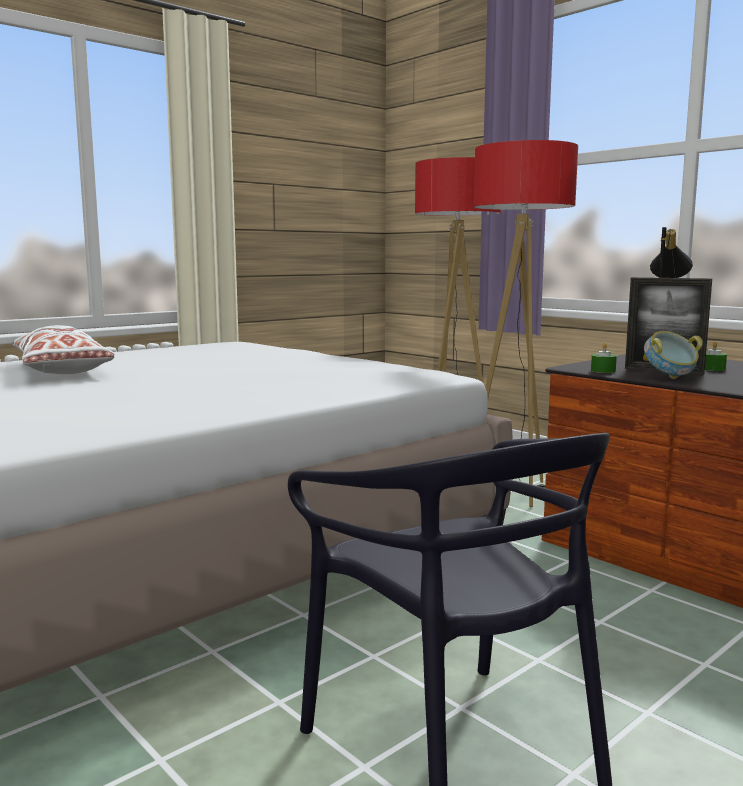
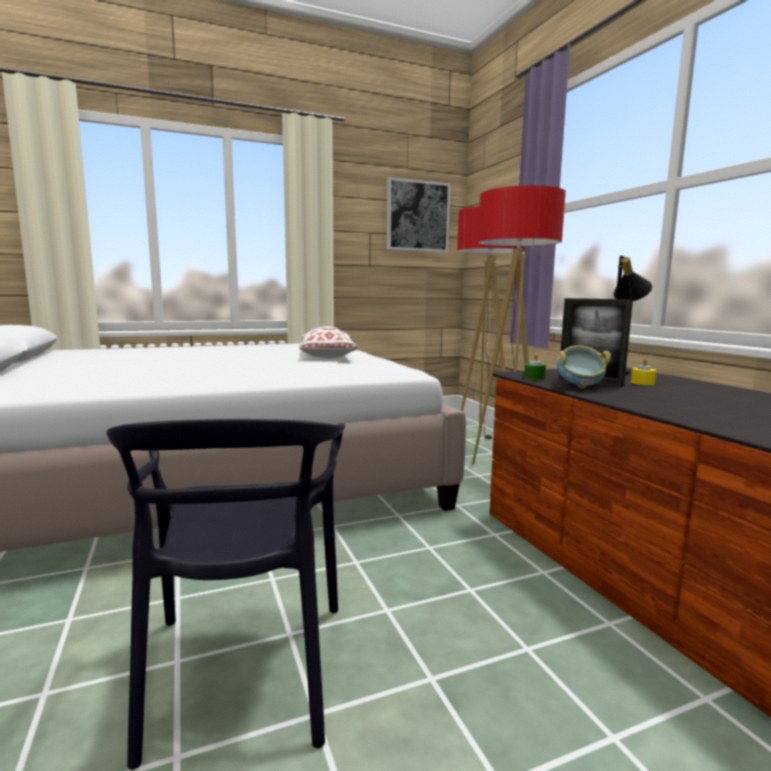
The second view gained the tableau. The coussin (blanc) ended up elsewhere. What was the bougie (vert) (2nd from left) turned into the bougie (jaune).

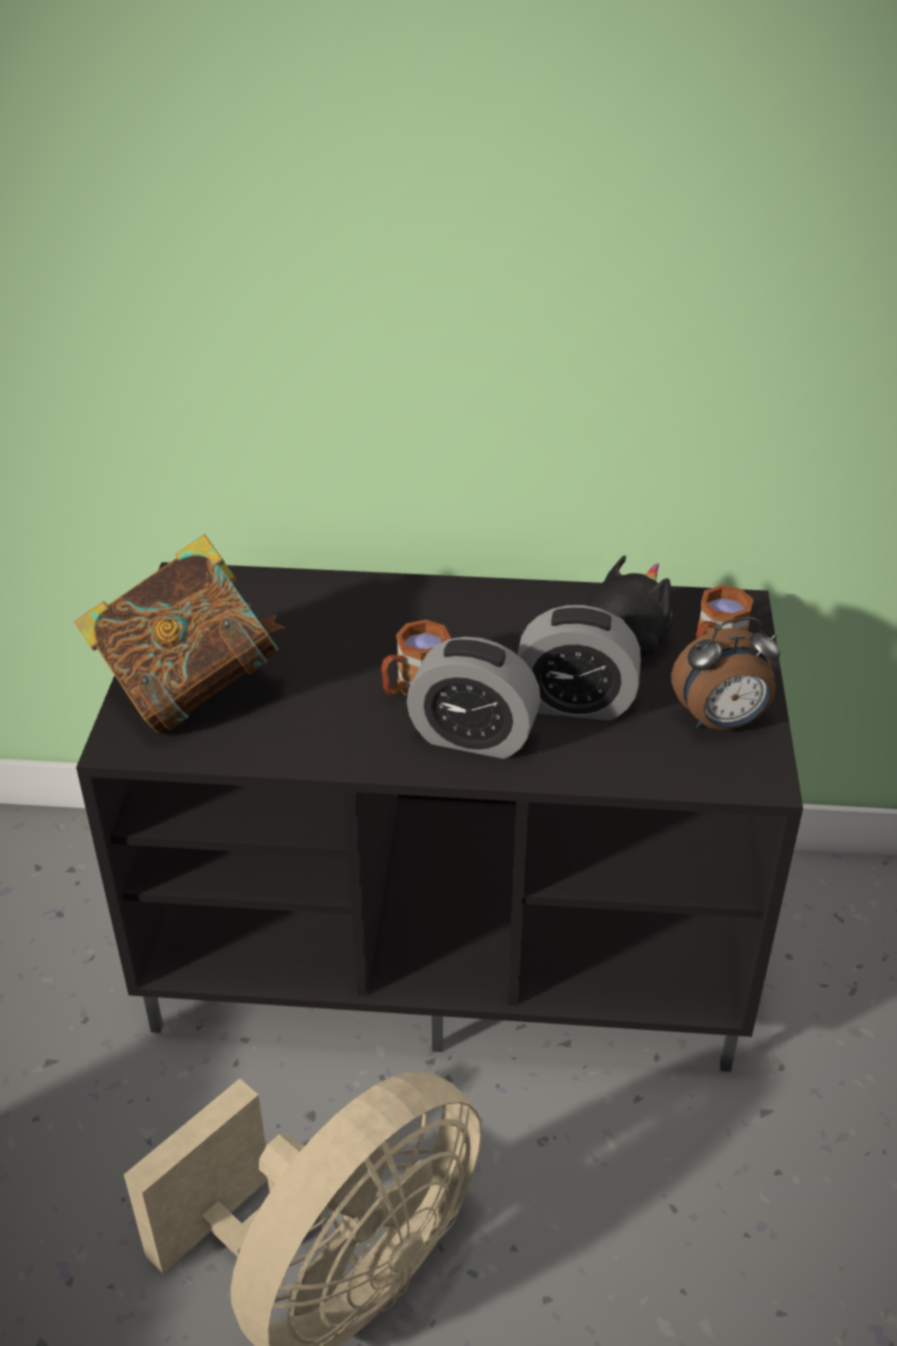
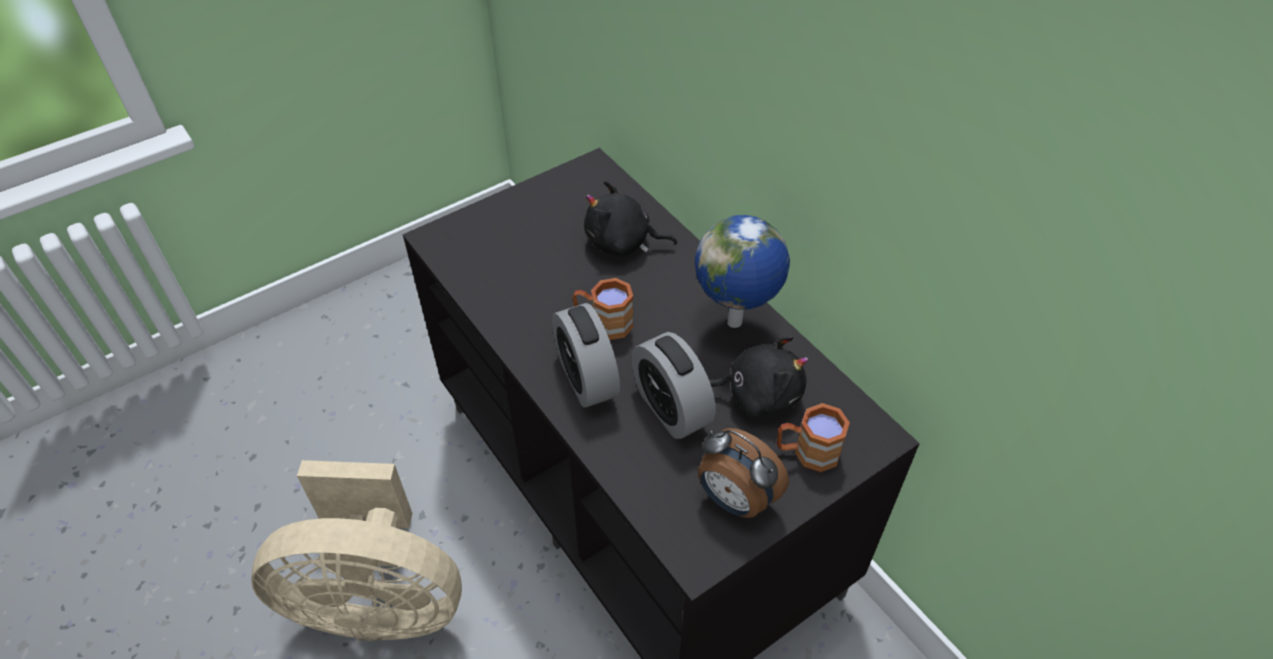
The second view lost the livre. The second view gained the peluche (noir) (1st from left). The second view gained the globe.

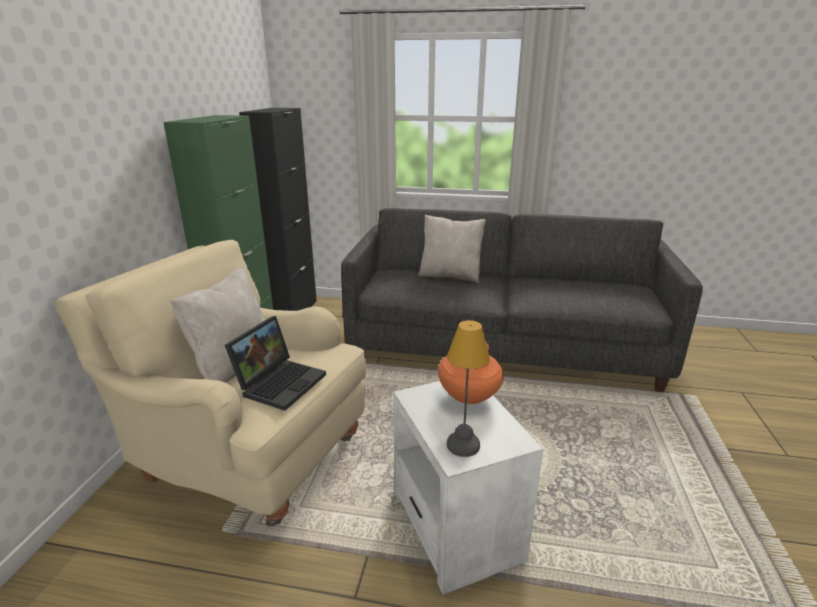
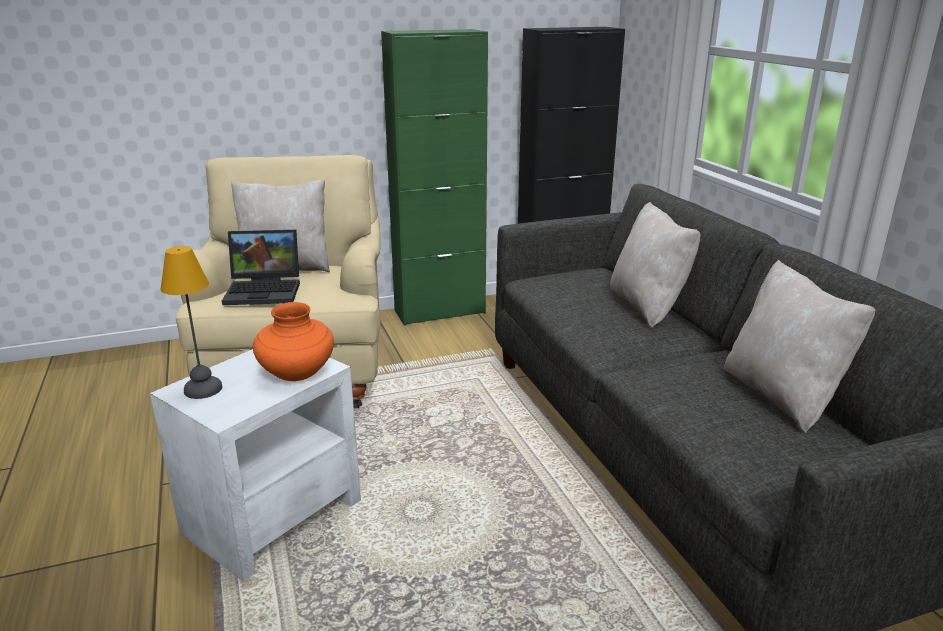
The second view gained the coussin (beige) (3rd from left).

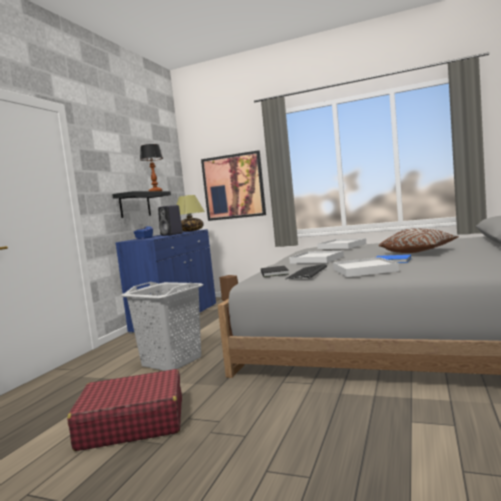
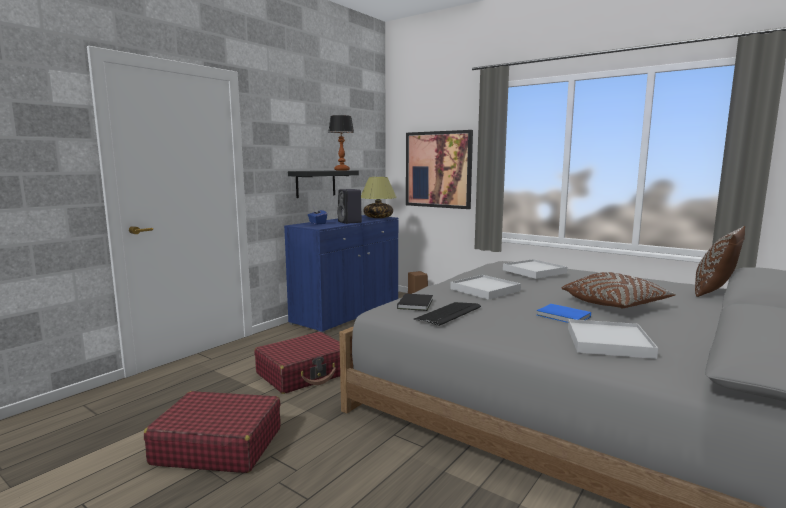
The second view gained the coussin (marron) (2nd from left). The plateau (blanc) (3rd from left) ended up elsewhere. Where the panier à linge (gris) stood, the valise (rouge) (2nd from left) came to stand.

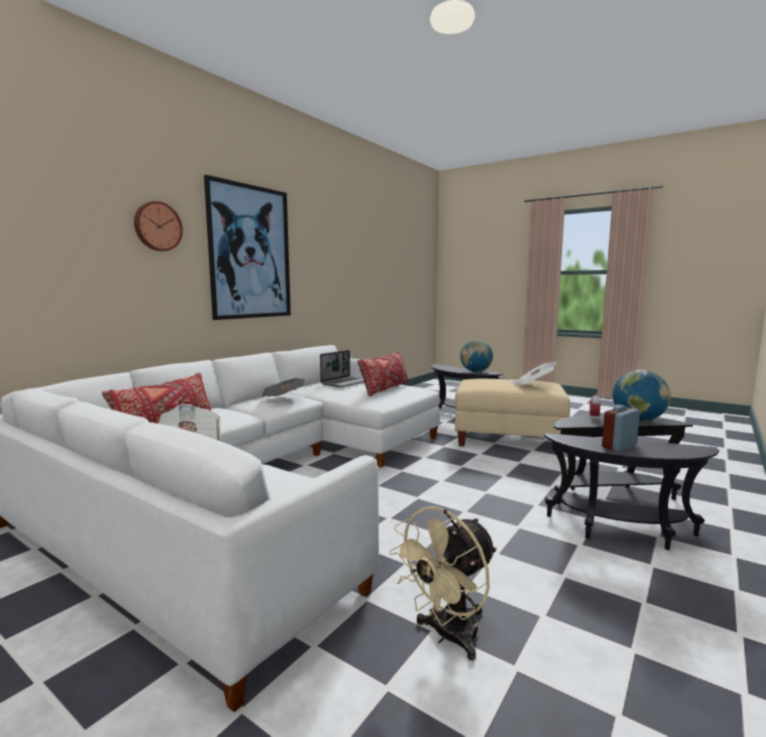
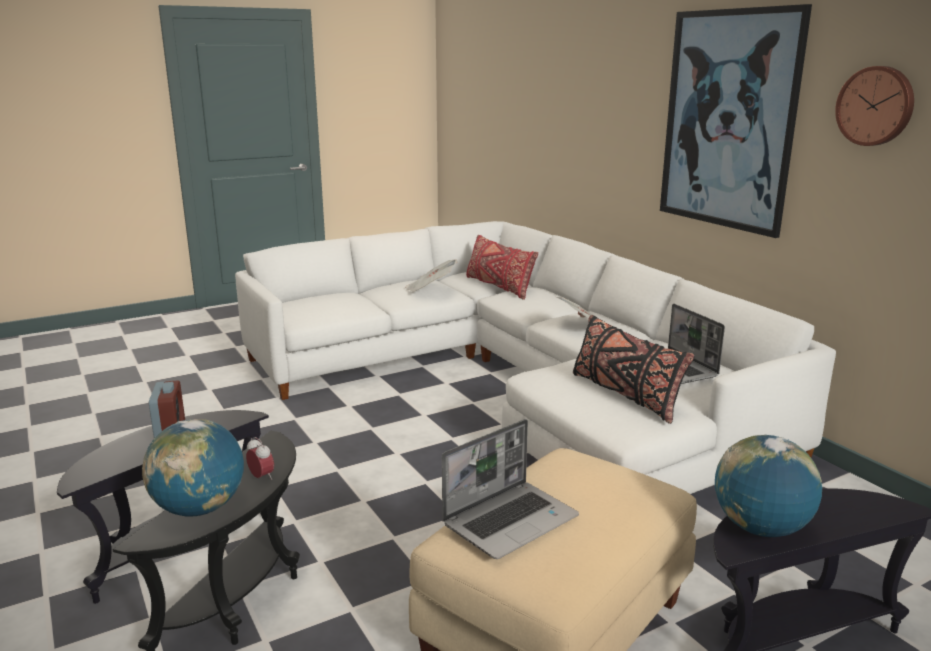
The second view lost the ventilateur (beige). The horloge murale ended up elsewhere. Where the journal (3rd from left) stood, the ordinateur portable (1st from left) came to stand. What was the coussin (rouge) (2nd from left) turned into the coussin (noir).

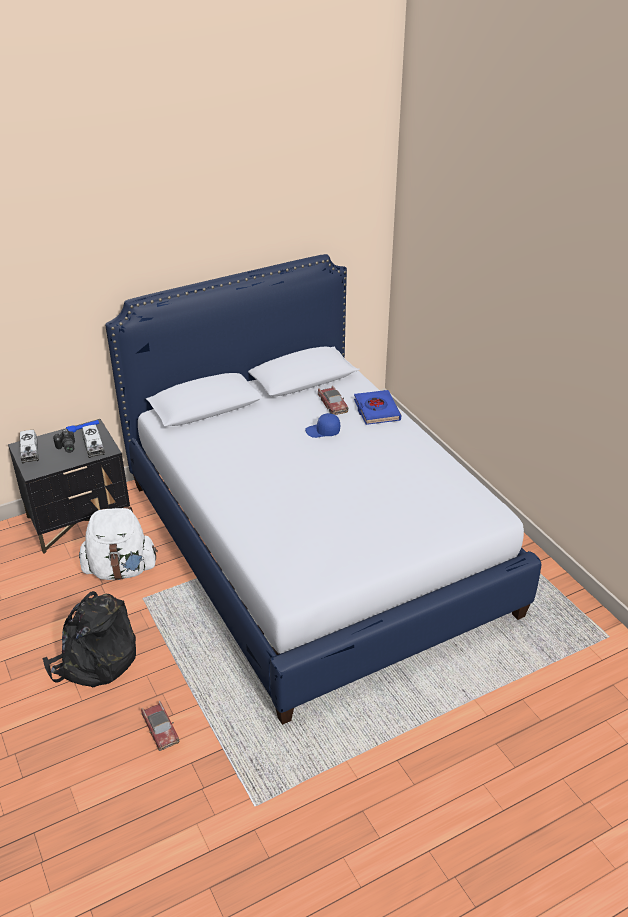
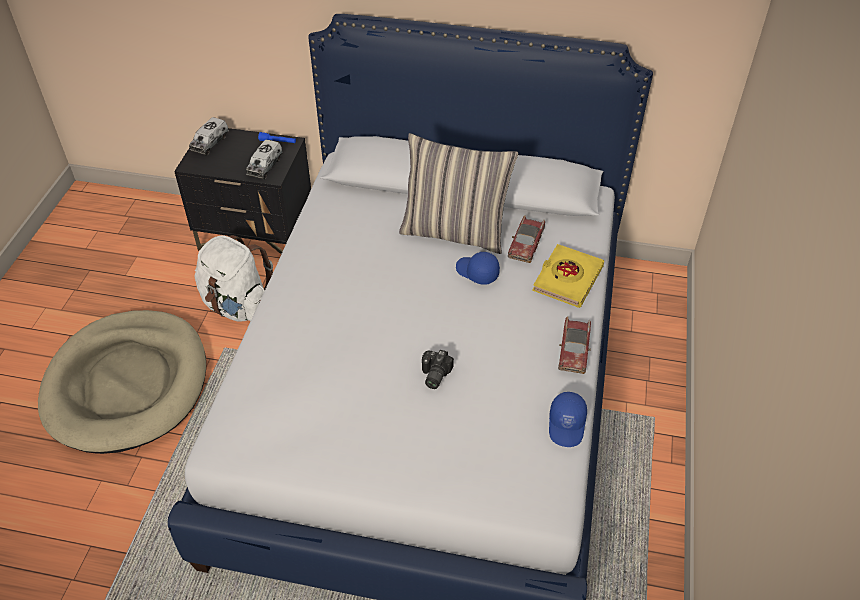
The second view gained the coussin. The second view gained the casquette (bleu) (2nd from left). The appareil photo ended up elsewhere. The petite voiture (1st from left in the first image) ended up elsewhere. Where the sac à dos (noir) stood, the panier pour chien (beige) came to stand. What was the livre (bleu) turned into the livre (jaune).

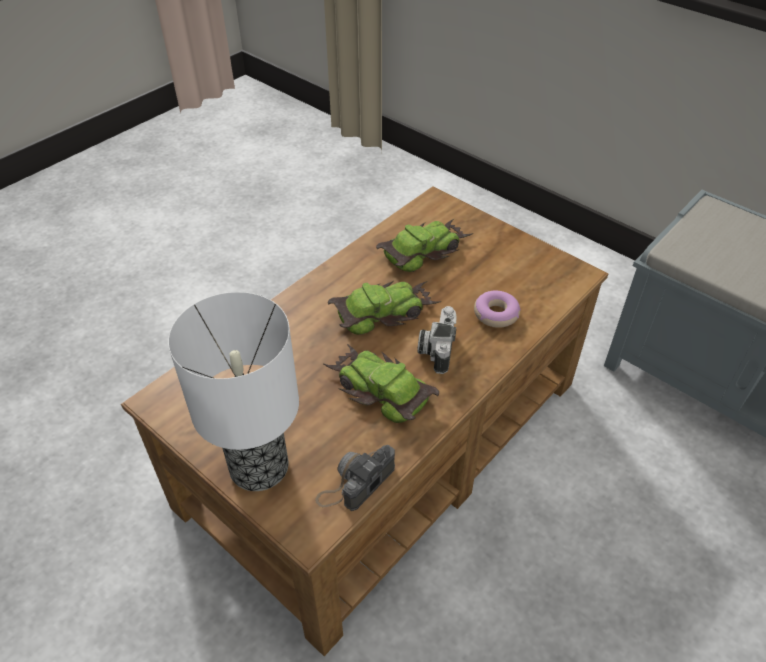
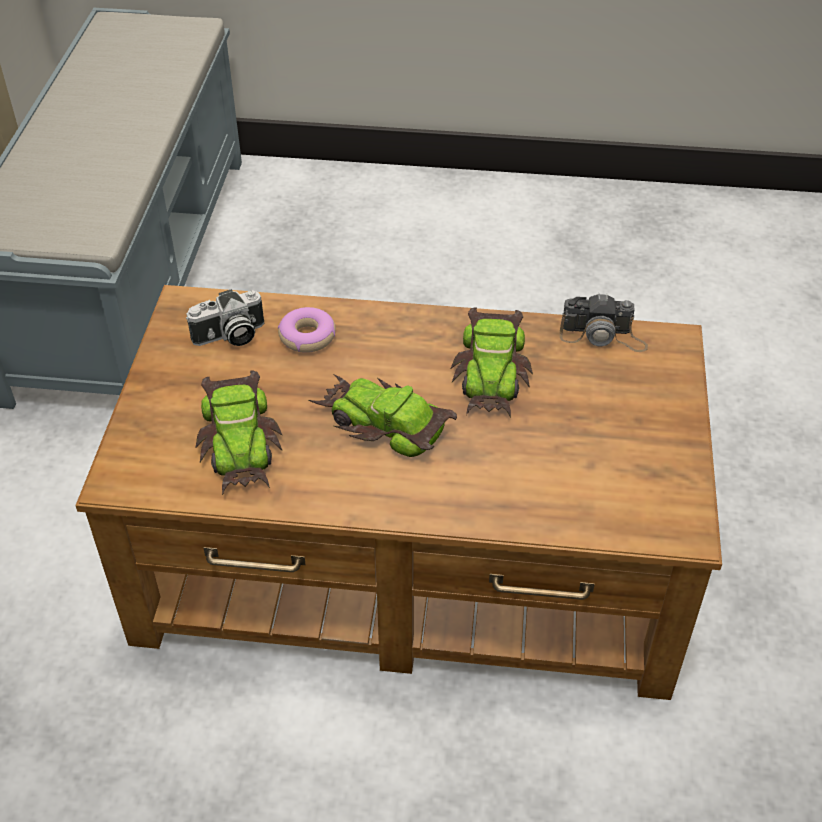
The second view lost the lampe de table. The appareil photo (2nd from left in the first image) ended up elsewhere. The petite voiture (3rd from left in the first image) ended up facing another way, 120 degrees counterclockwise from before.

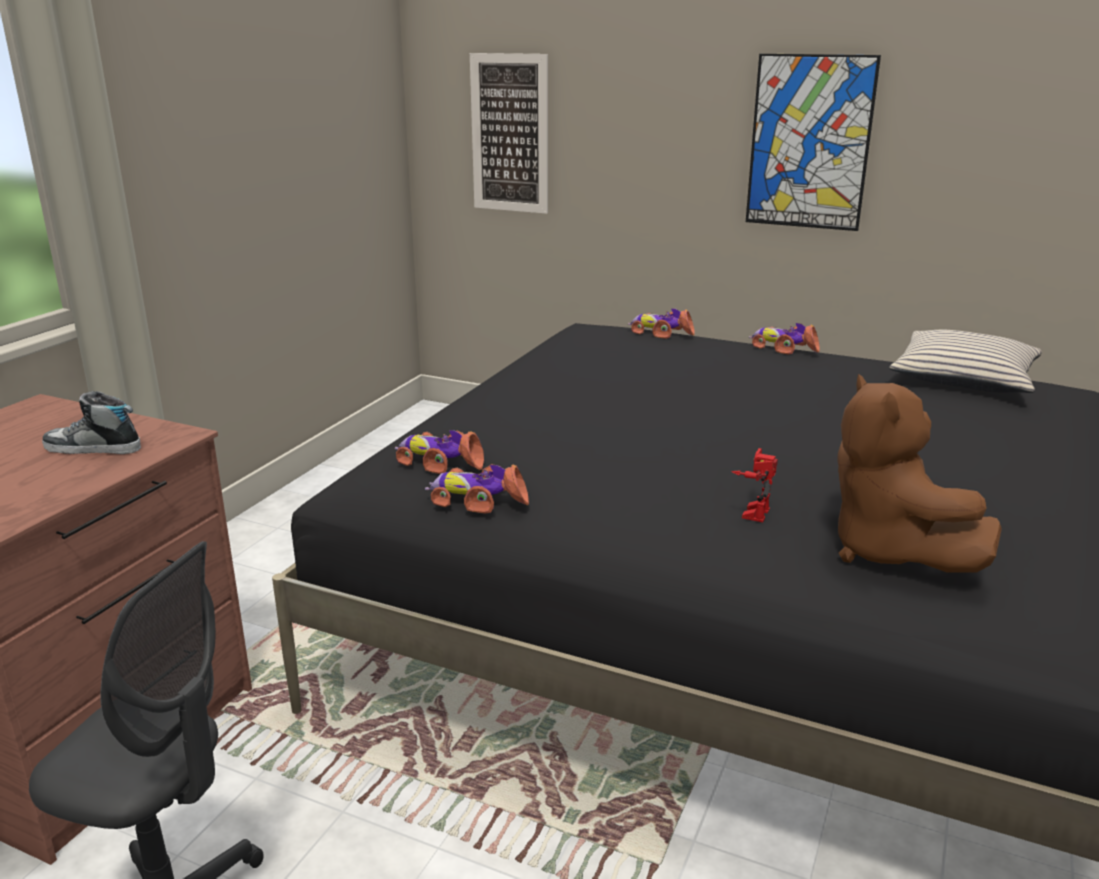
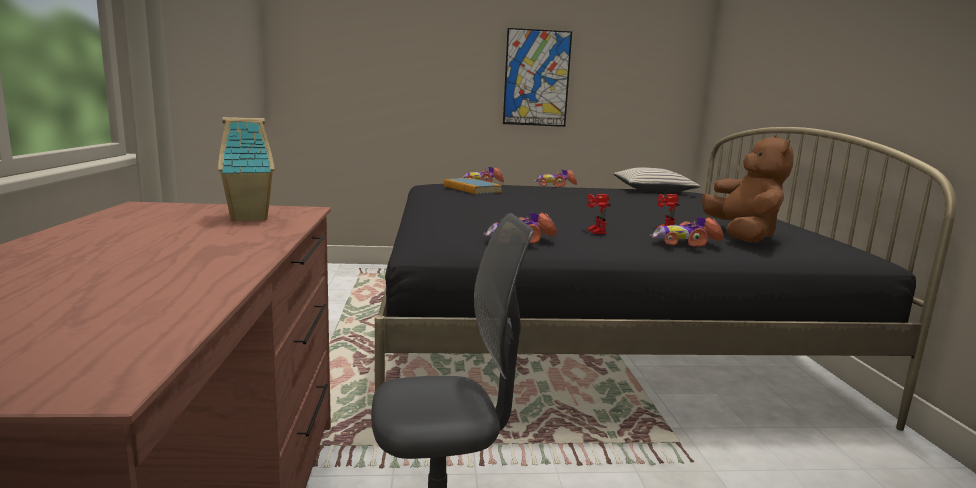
The second view lost the tableau (1st from left). The second view gained the livre. The second view gained the robot jouet (1st from left). The petite voiture (1st from left in the first image) ended up elsewhere. Where the chaussure stood, the maison miniature came to stand. The peluche (marron) ended up facing another way, 135 degrees counterclockwise from before.

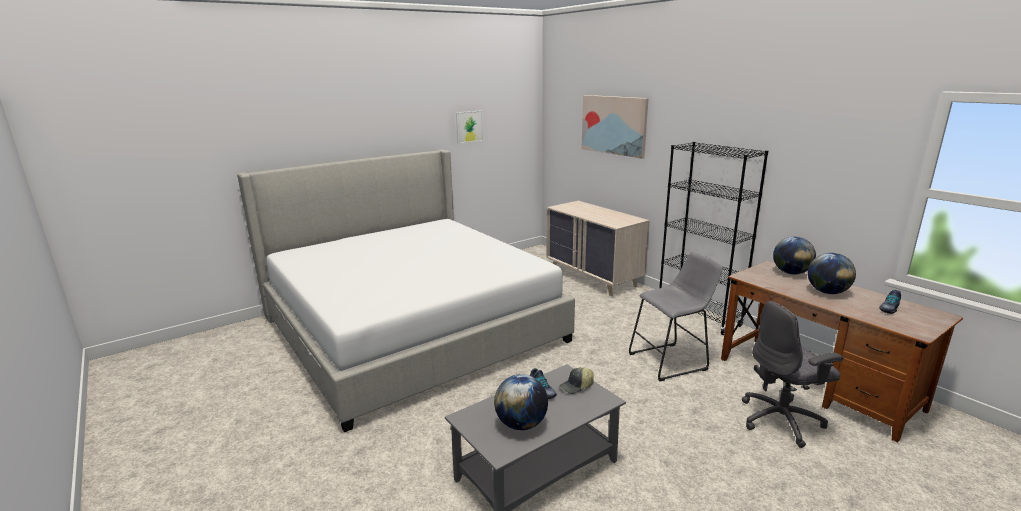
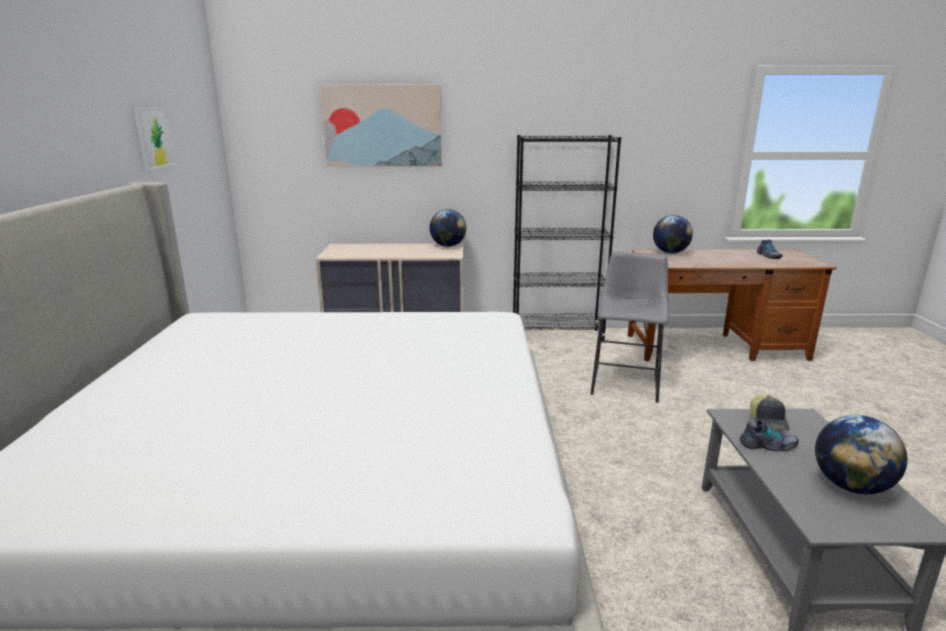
The second view lost the chaise de bureau (gris). The globe (3rd from left in the first image) ended up elsewhere.

